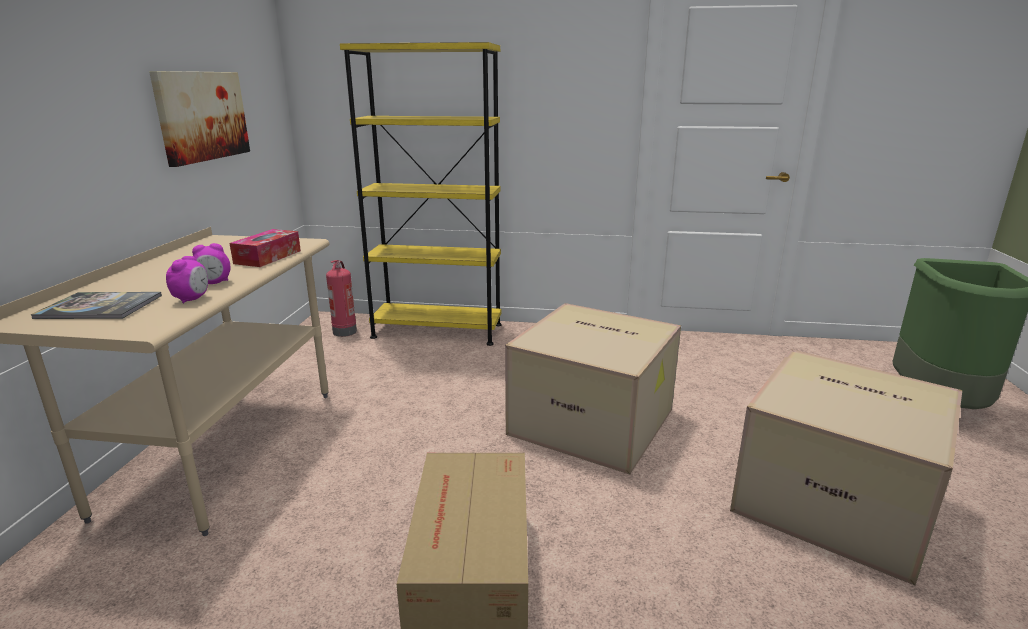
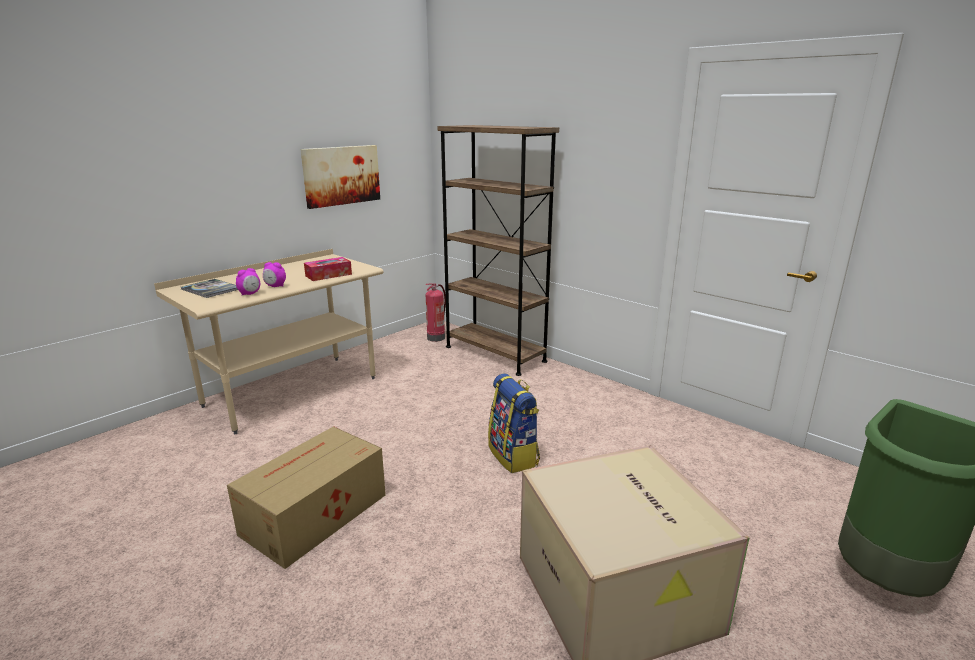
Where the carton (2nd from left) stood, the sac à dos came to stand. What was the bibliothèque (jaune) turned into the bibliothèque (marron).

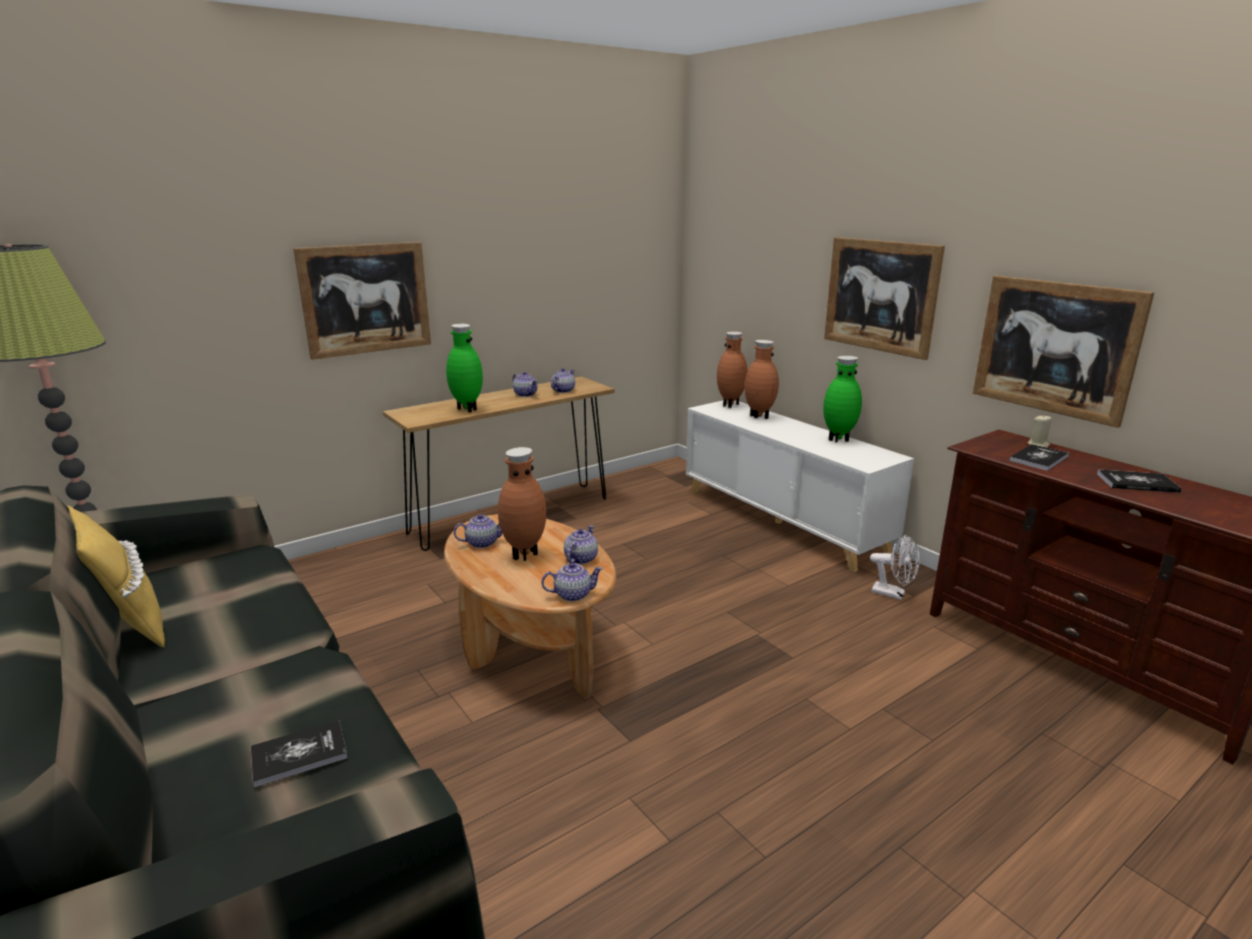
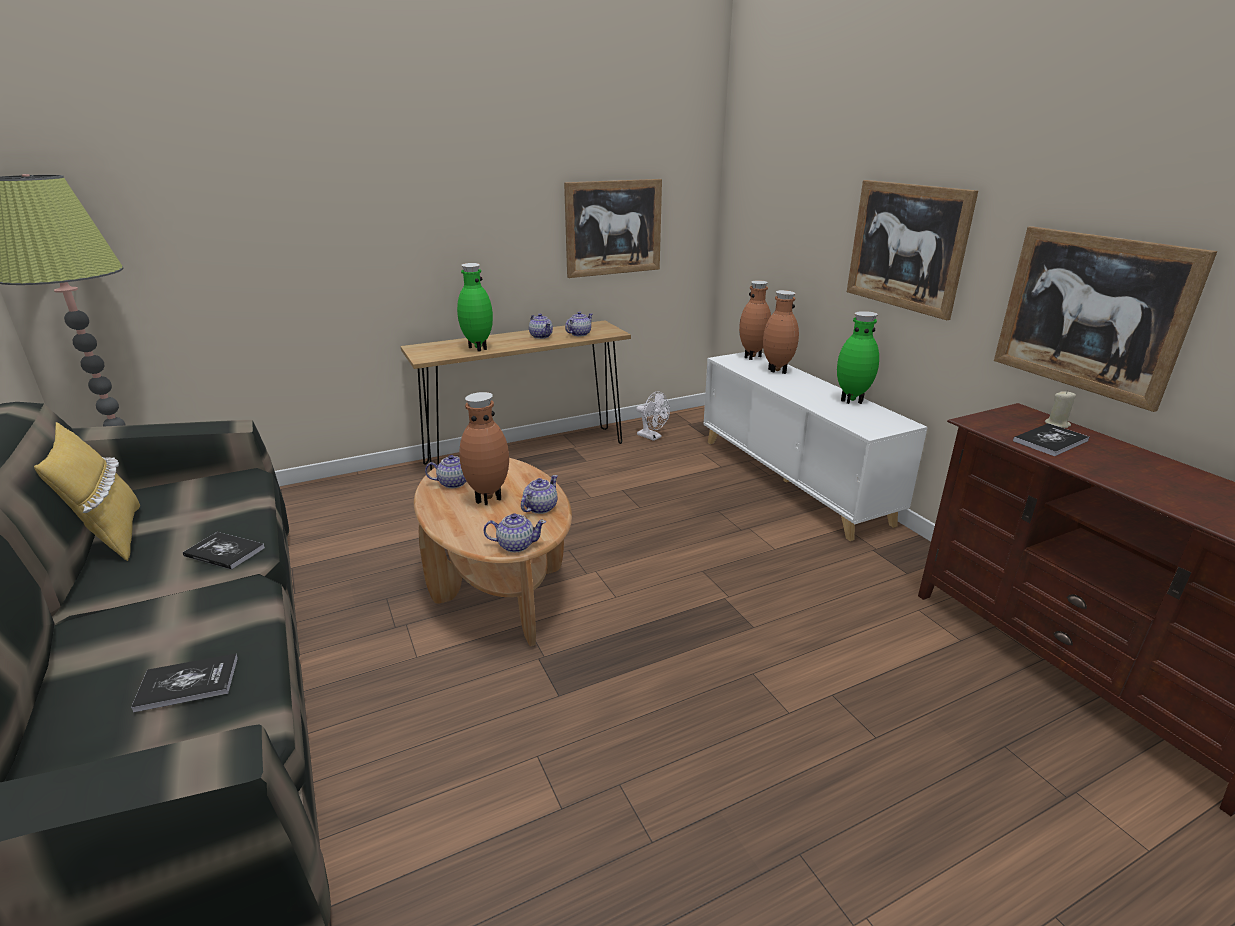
The tableau (1st from left) ended up elsewhere. The ventilateur (blanc) ended up elsewhere. The livre (3rd from left in the first image) ended up elsewhere.

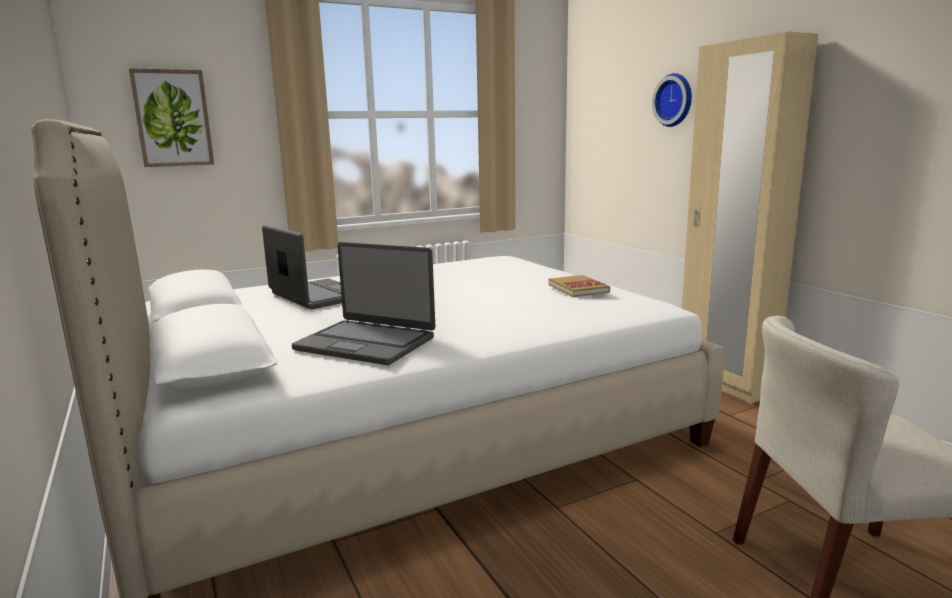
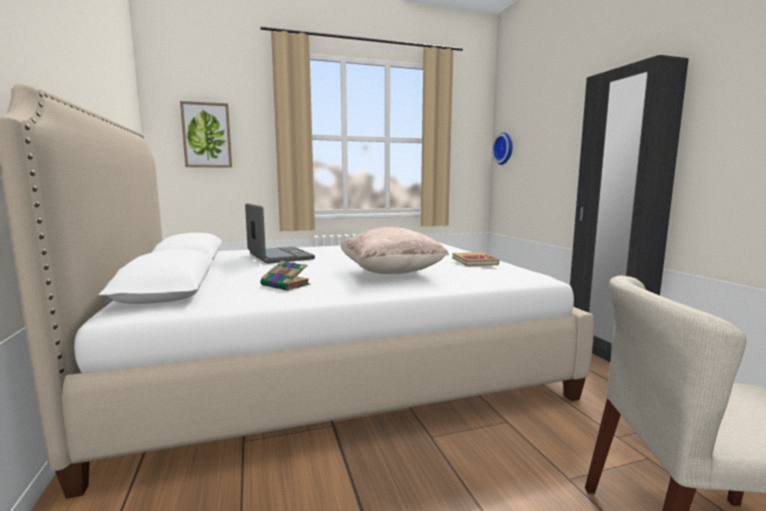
The second view gained the coussin (beige). The horloge murale ended up elsewhere. Where the ordinateur portable (2nd from left) stood, the livre (1st from left) came to stand. What was the armoire (beige) turned into the armoire (noir).

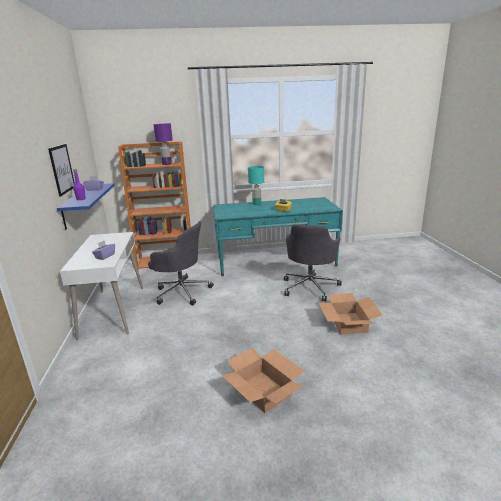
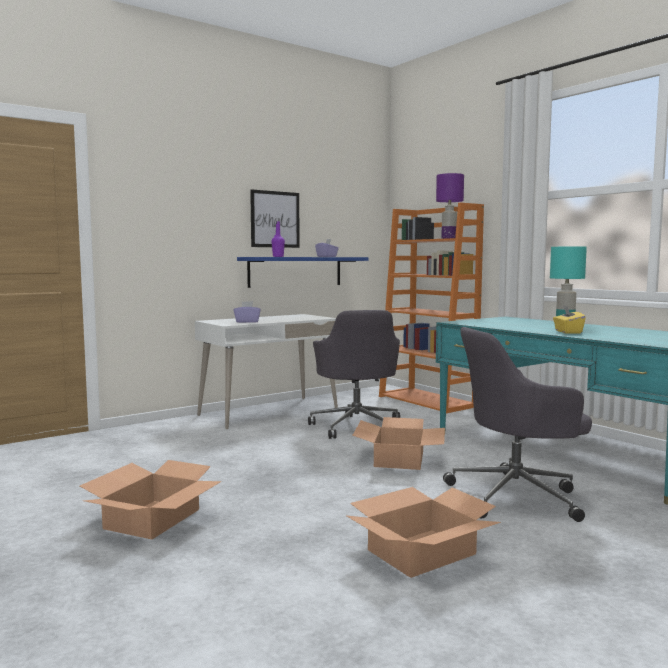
The second view gained the carton (2nd from left).

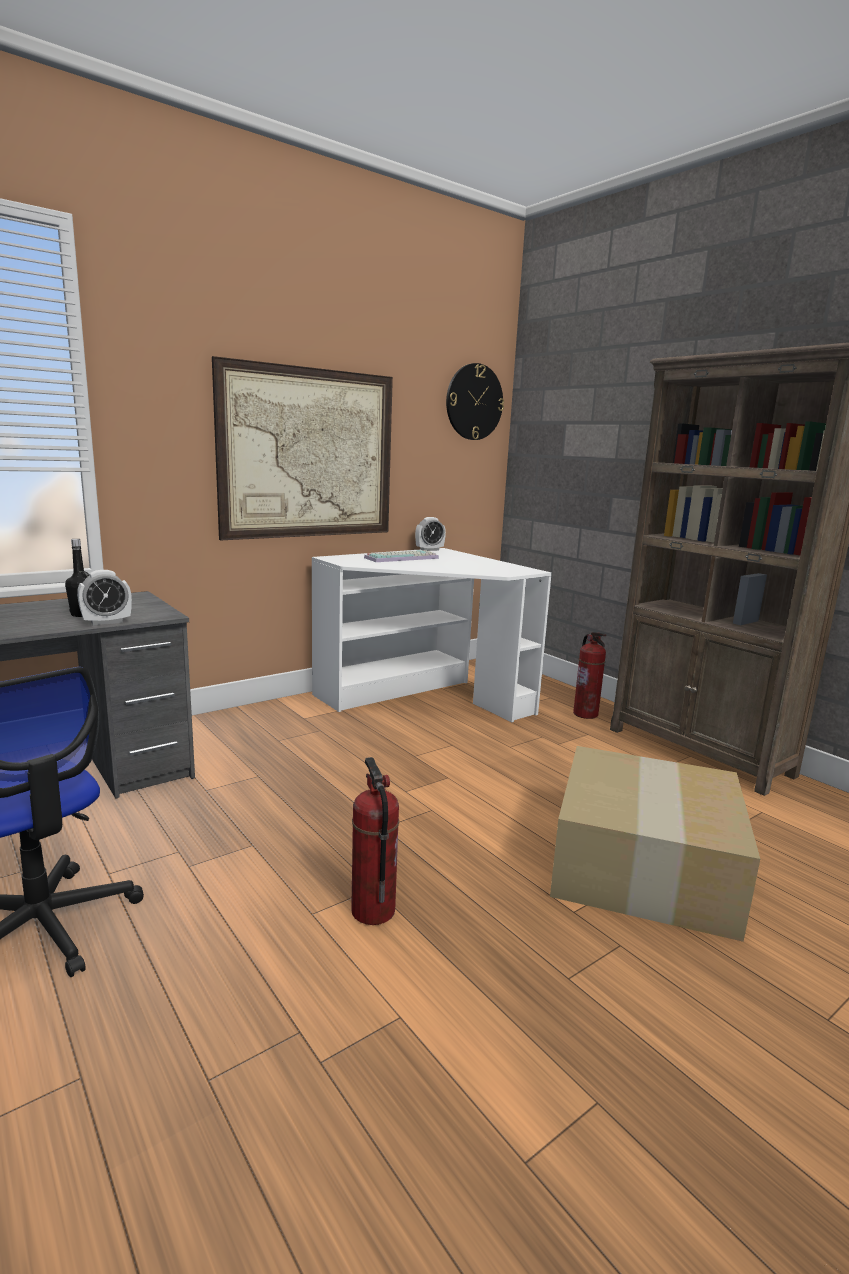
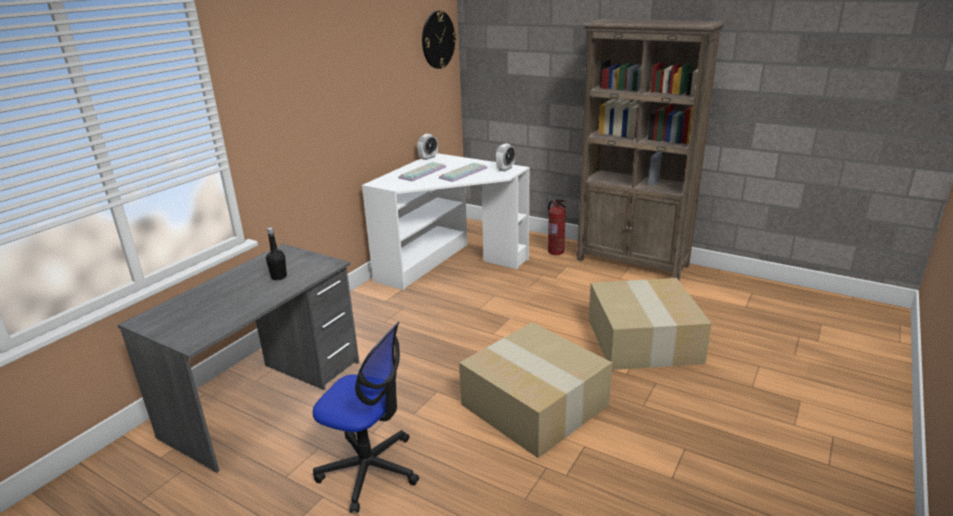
The second view lost the tableau. The second view gained the clavier (2nd from left). The réveil (1st from left in the first image) ended up elsewhere. Where the extincteur (1st from left) stood, the carton (1st from left) came to stand.

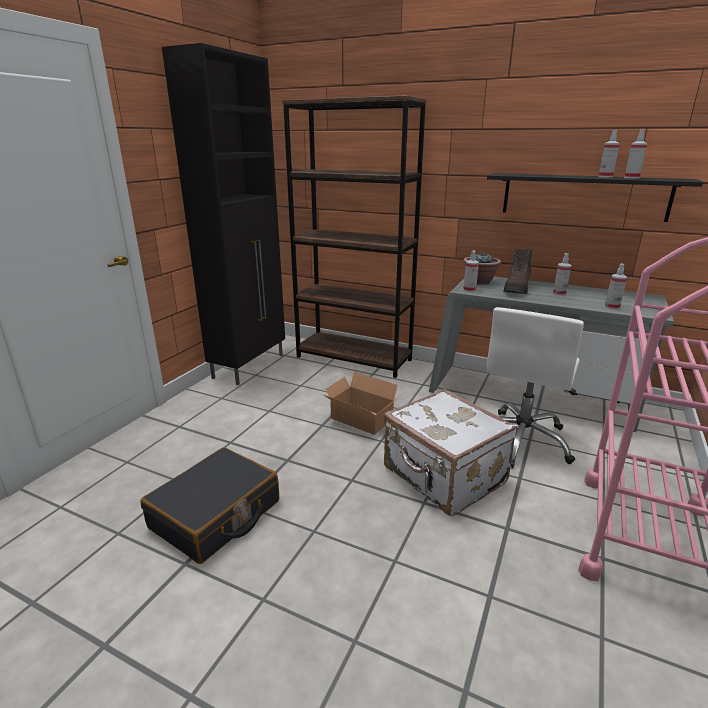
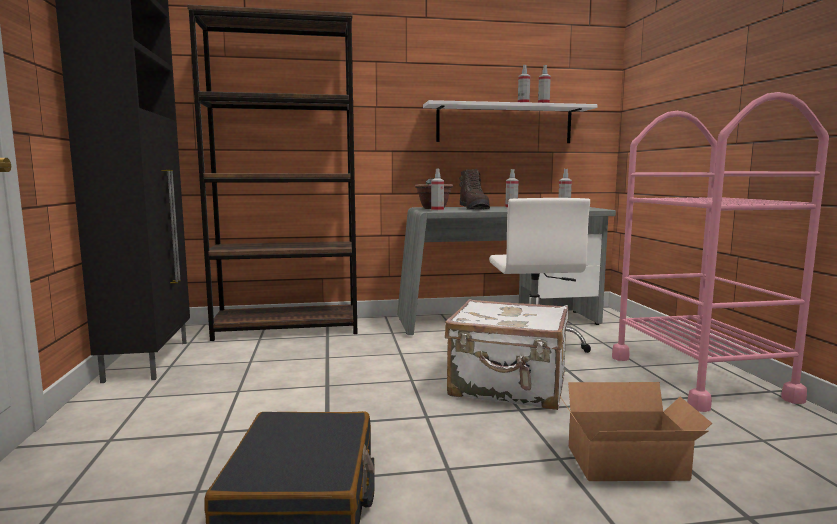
The carton ended up elsewhere. What was the étagère (noir) turned into the étagère (blanc).

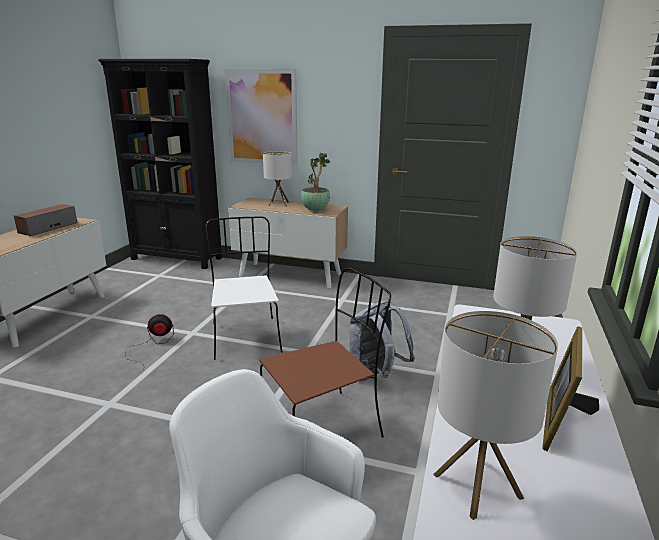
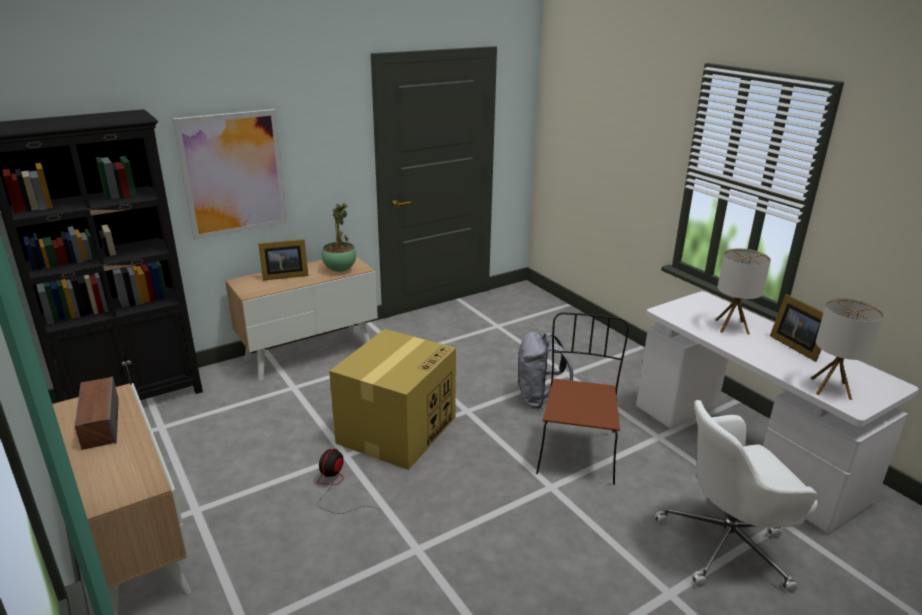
Where the chaise (blanc) stood, the carton came to stand. Where the lampe de table (1st from left) stood, the cadre photo (1st from left) came to stand.

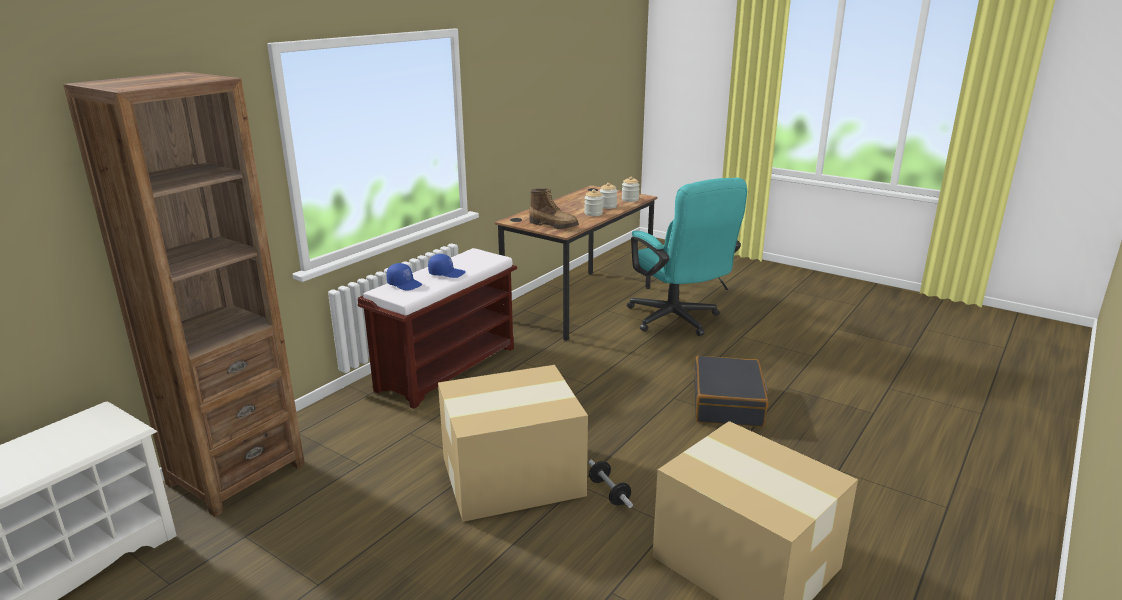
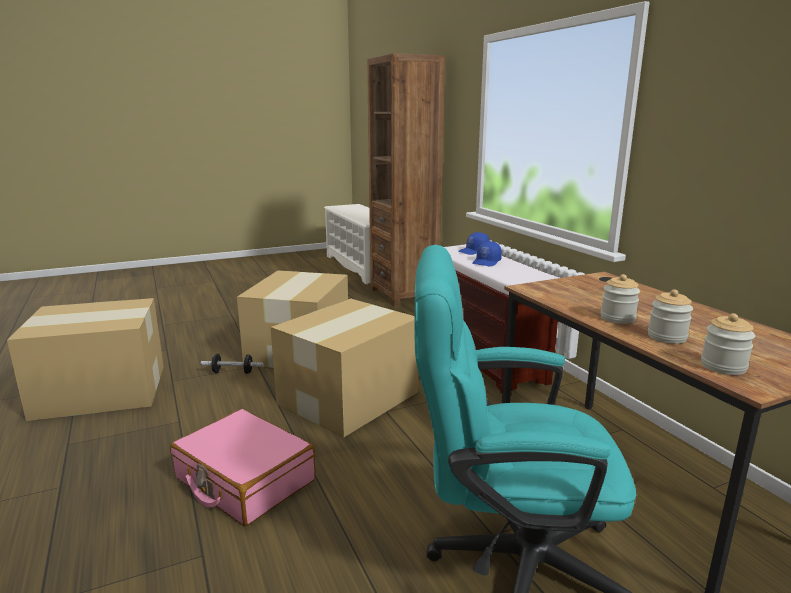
The second view lost the botte. The second view gained the carton (3rd from left). What was the valise (noir) turned into the valise (rose).

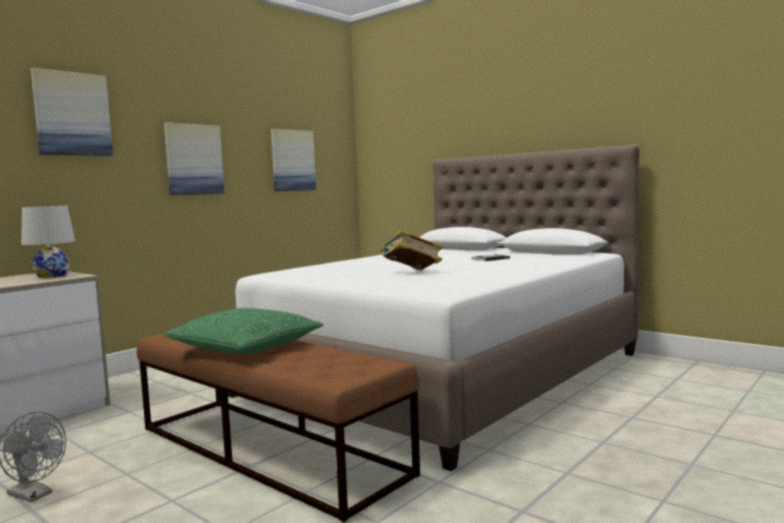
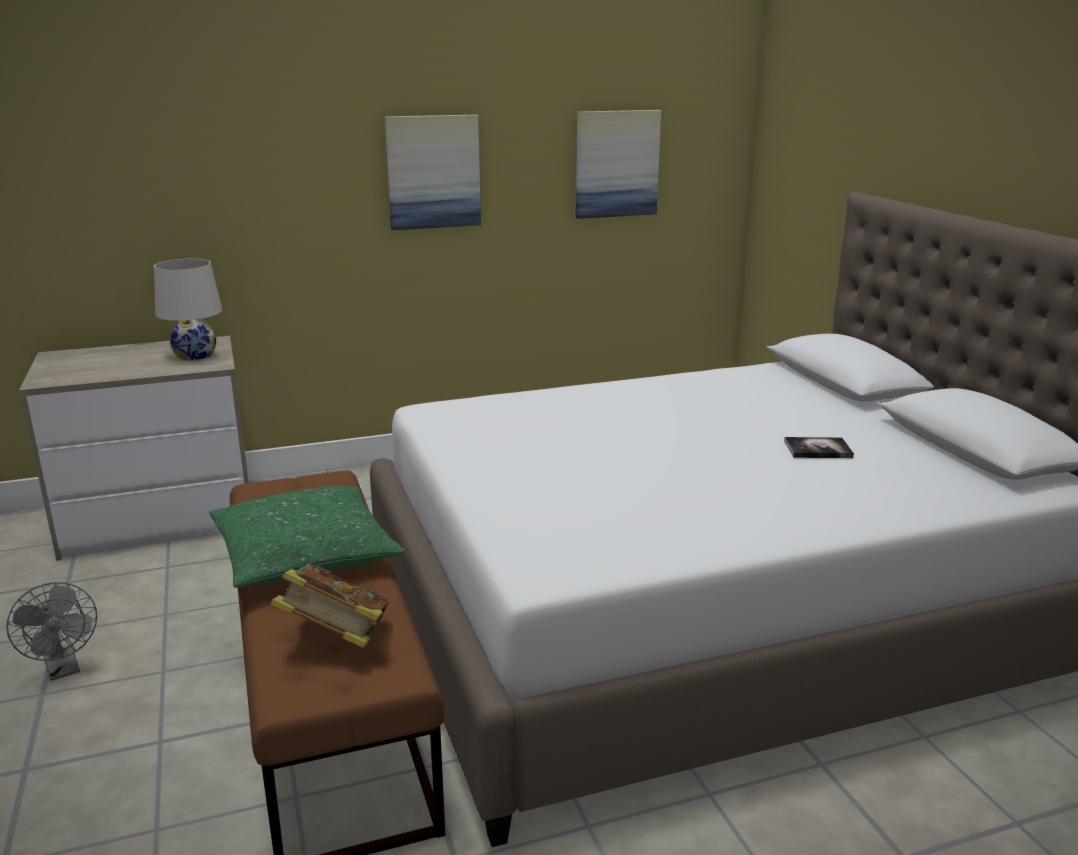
The second view lost the tableau (1st from left). The livre (1st from left) ended up elsewhere.

